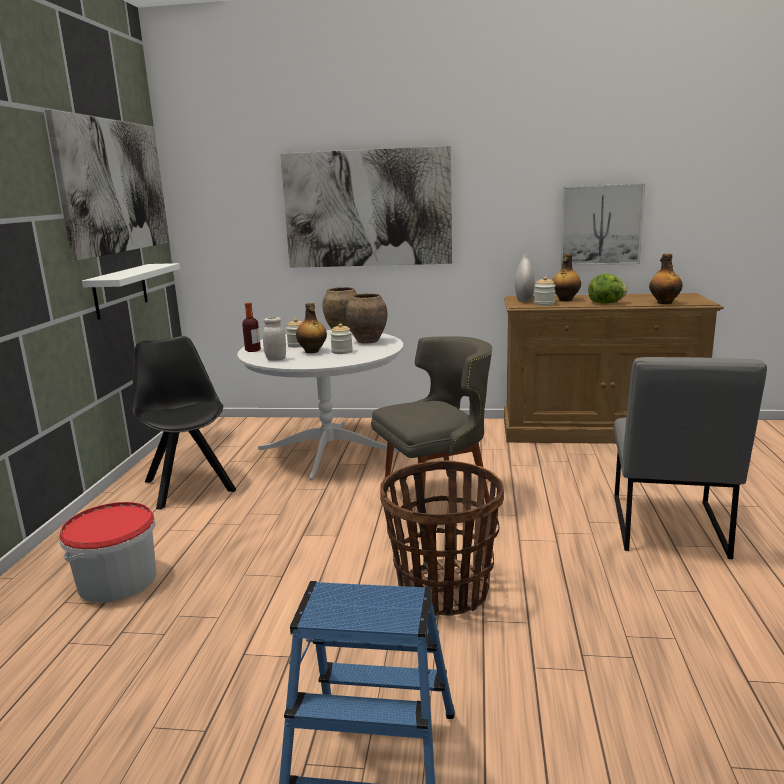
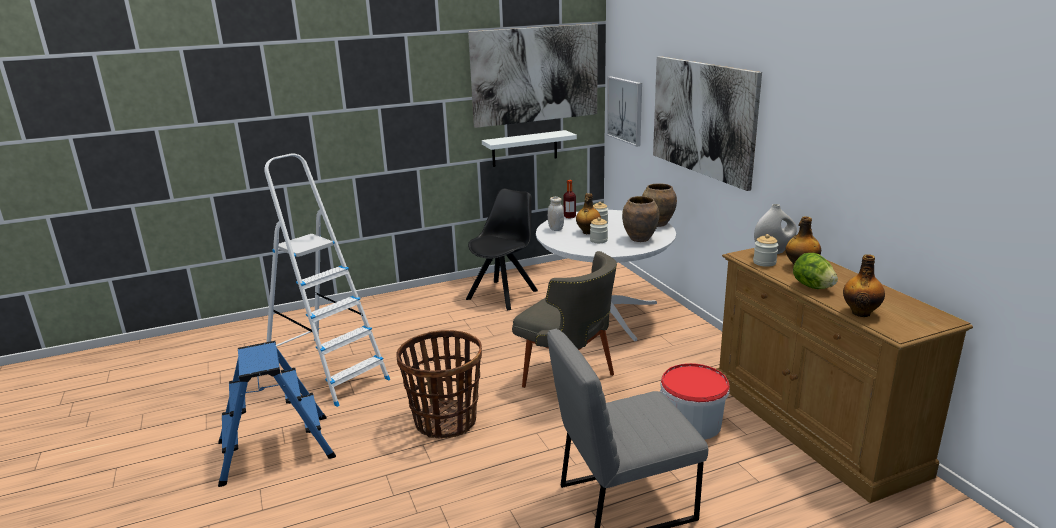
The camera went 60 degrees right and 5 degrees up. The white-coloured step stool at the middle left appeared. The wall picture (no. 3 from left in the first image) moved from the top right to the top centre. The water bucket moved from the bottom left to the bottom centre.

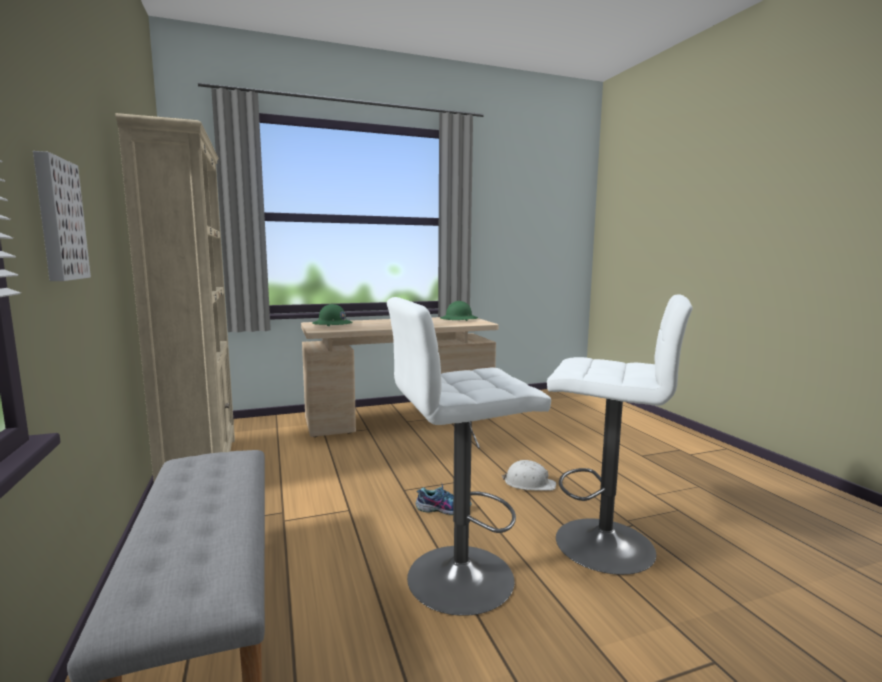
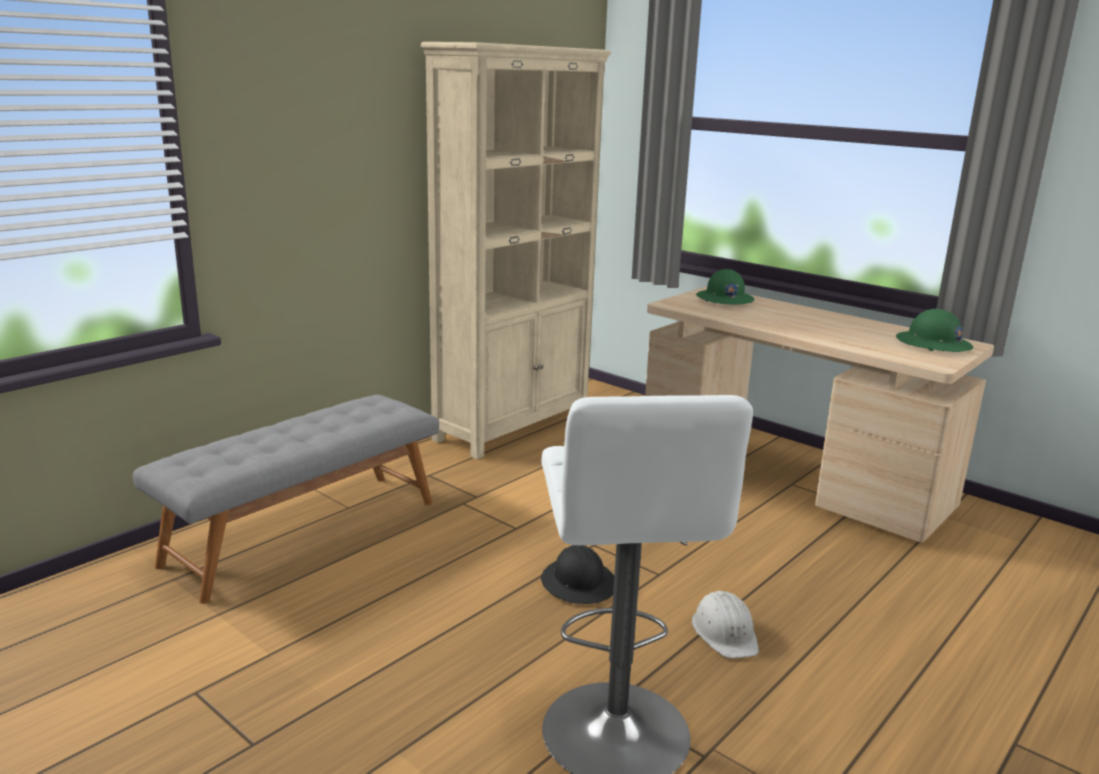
The camera went 60 degrees right and 10 degrees up. The item of footwear at the bottom centre was replaced by the blackish safety helmet at the bottom centre. The wall picture at the top left disappeared. The white-coloured stool seat (no. 1 from left) at the bottom centre disappeared.

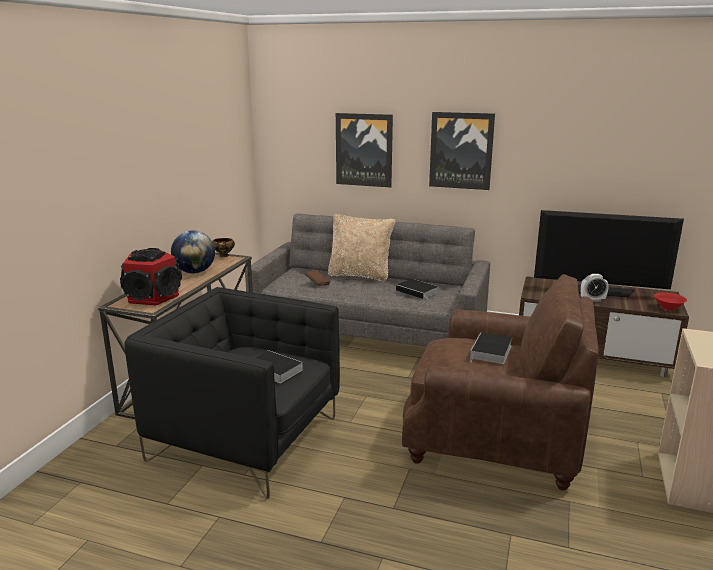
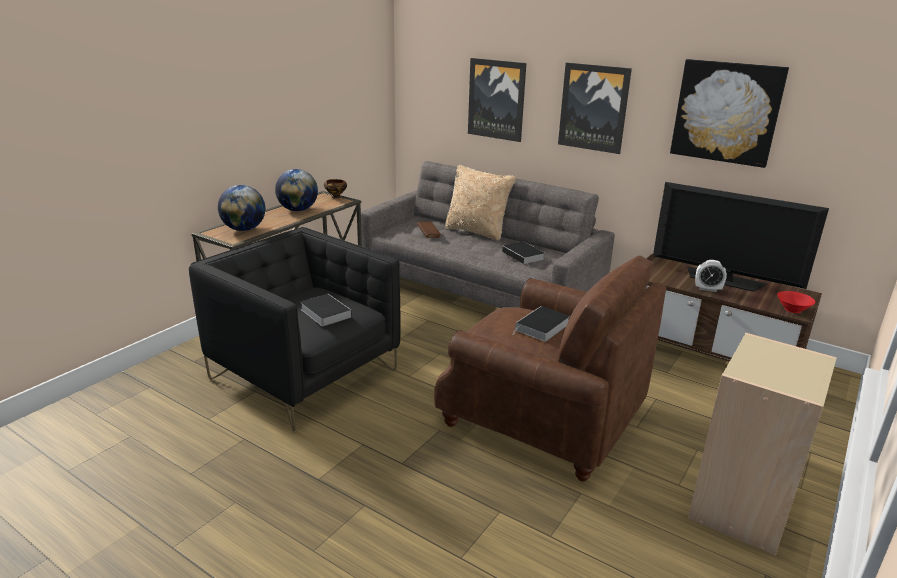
The camera went 15 degrees right and 5 degrees up. The audio speaker at the middle left was replaced by the globe (no. 1 from left) at the middle left. The wall picture (no. 3 from left) at the top right appeared.

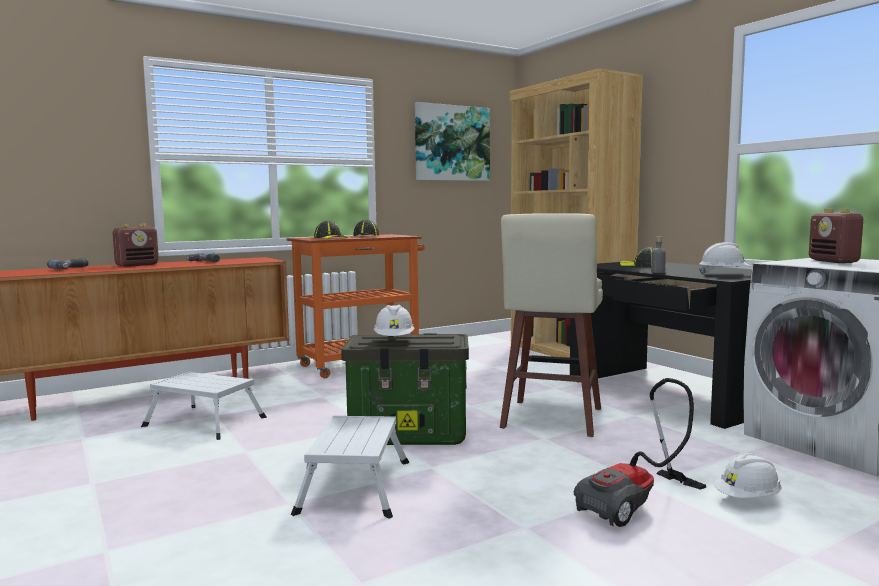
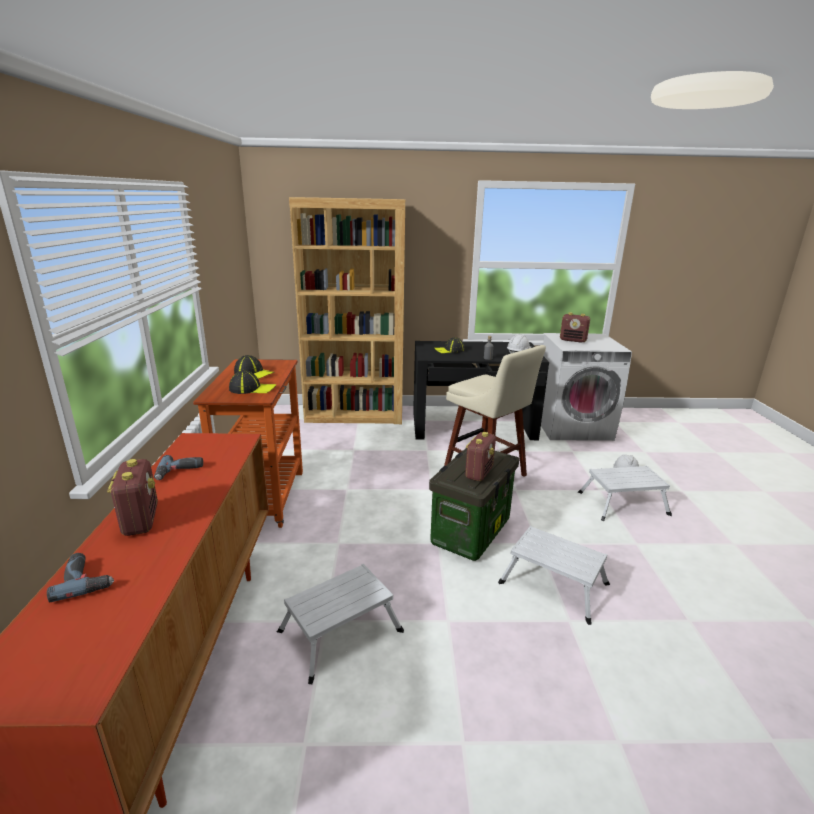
The camera went 60 degrees left and 15 degrees up. The white-coloured safety helmet (no. 1 from left) at the centre was replaced by the radio (no. 2 from left) at the centre. The hoover at the bottom right was replaced by the white-coloured step stool (no. 3 from left) at the middle right. The wall picture at the top centre disappeared.

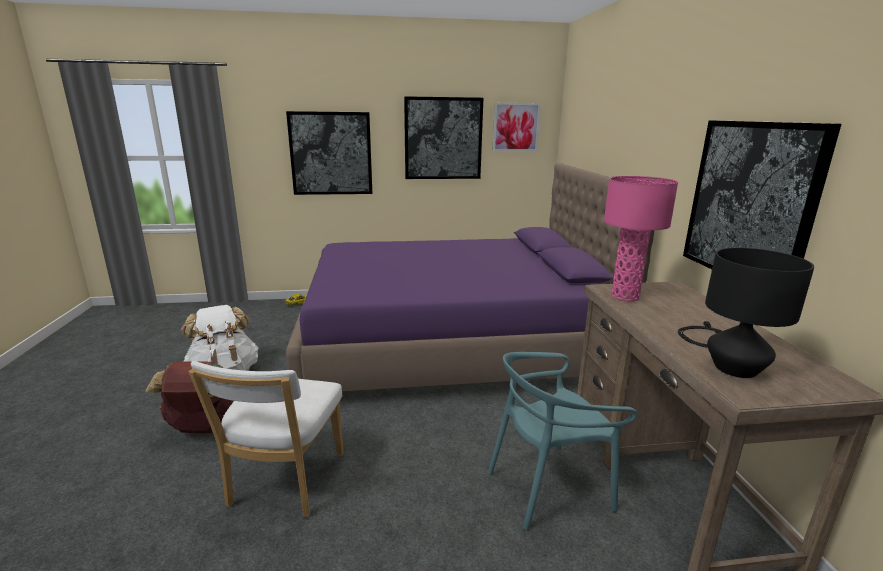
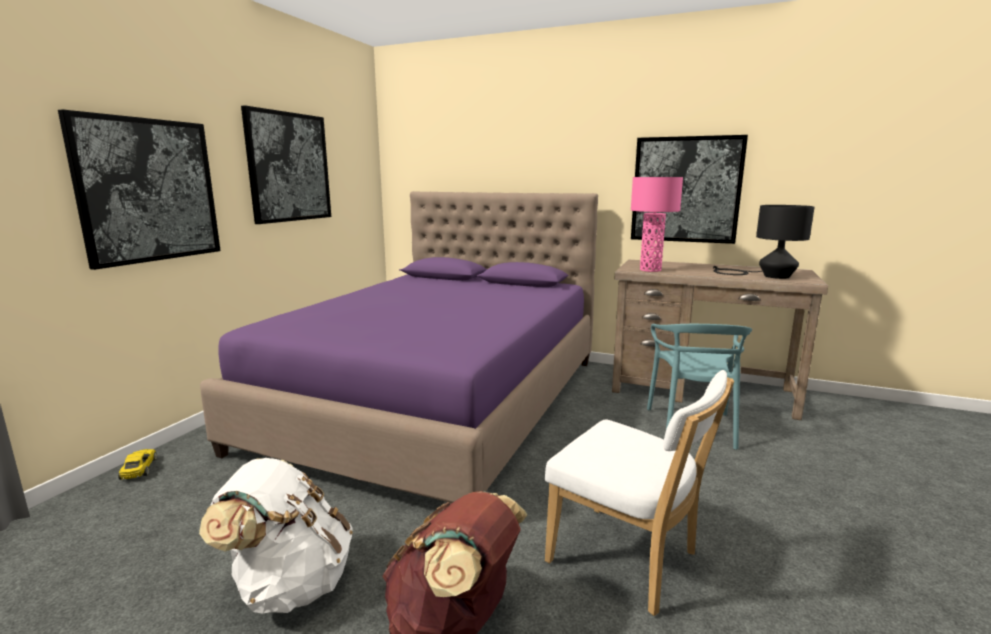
The camera went 60 degrees left and 5 degrees down. The wall picture (no. 3 from left) at the top centre disappeared.

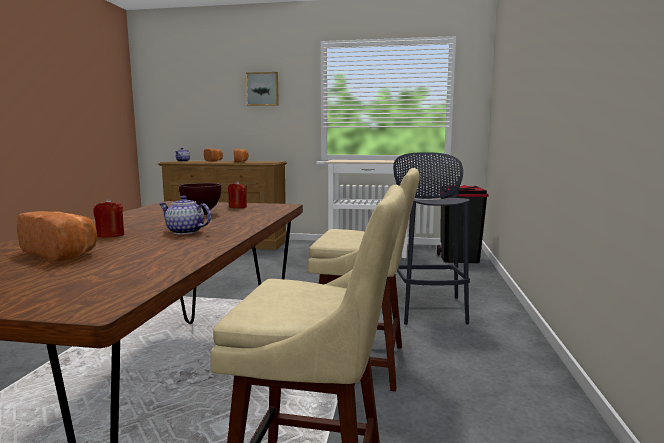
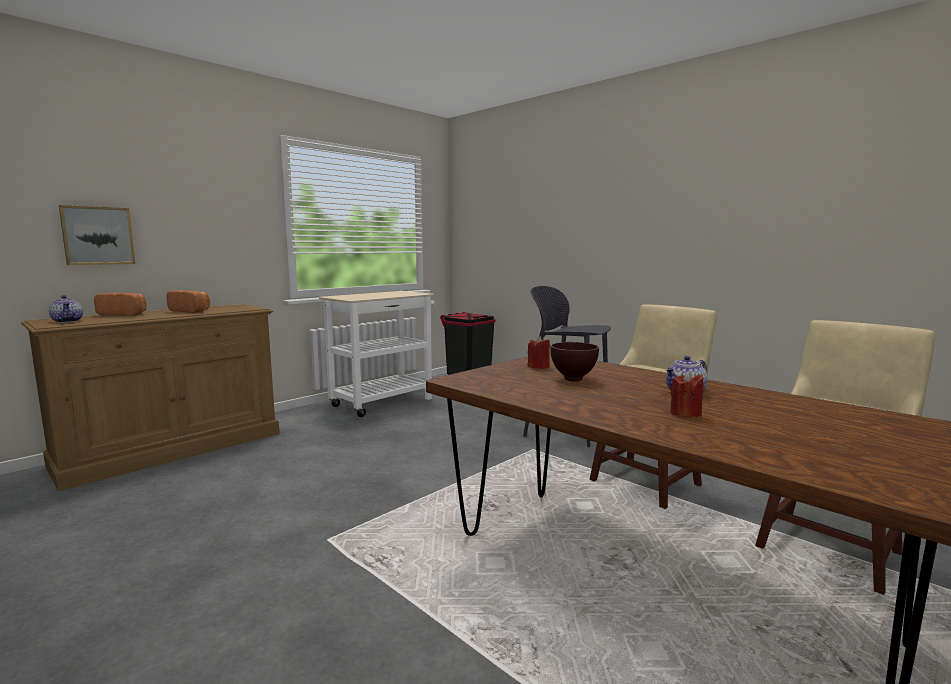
The camera went 55 degrees left and 0 degrees up. The wall picture moved from the top centre to the middle left. The bread (no. 1 from left) at the middle left disappeared.

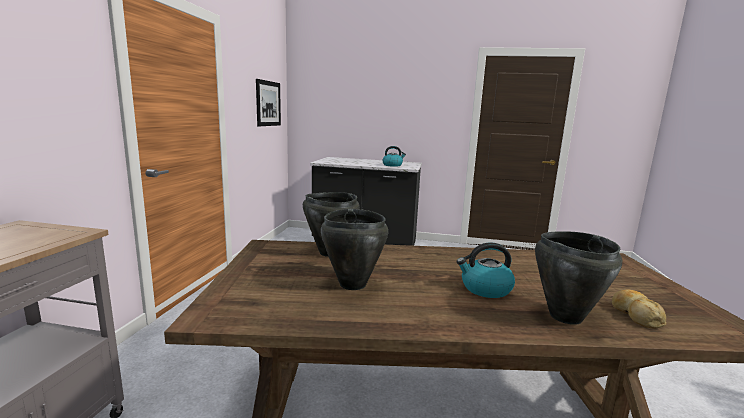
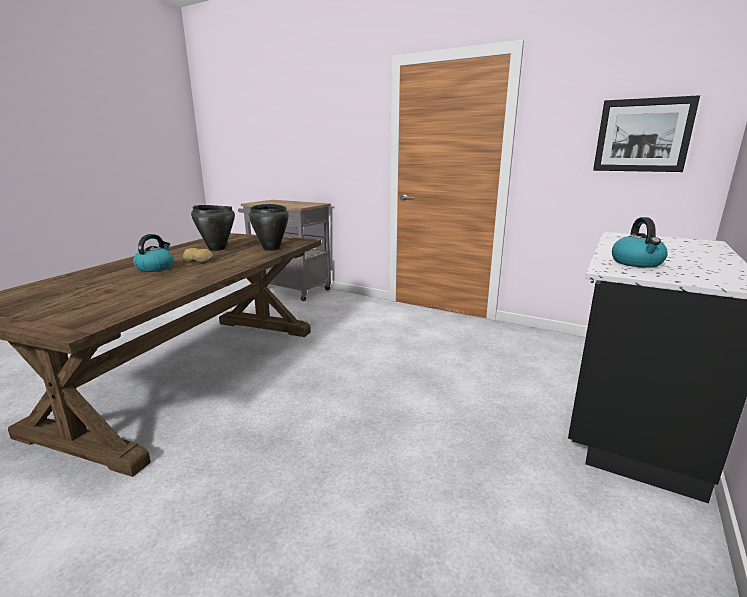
The camera went 110 degrees right and 5 degrees up. The bread moved from the bottom right to the middle left. The blackish cooking pot (no. 3 from left) at the middle right disappeared.

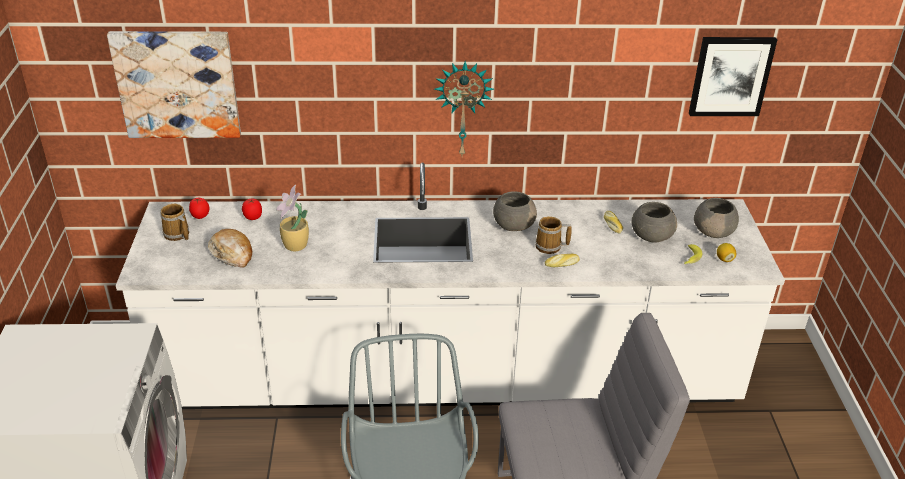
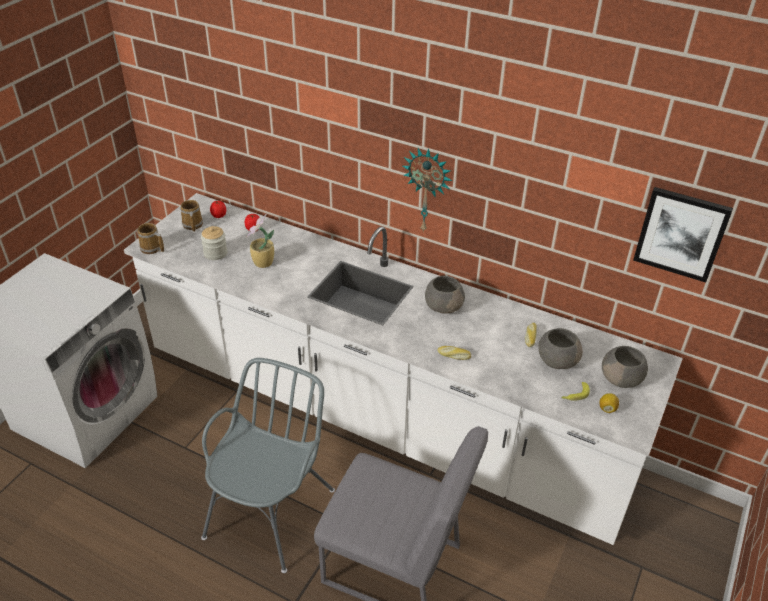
The camera went 30 degrees right and 5 degrees up. The tea mug (no. 2 from left in the first image) moved from the centre to the middle left. The bread (no. 1 from left) at the middle left was replaced by the preserve jar at the middle left. The wall picture (no. 1 from left) at the top left disappeared.

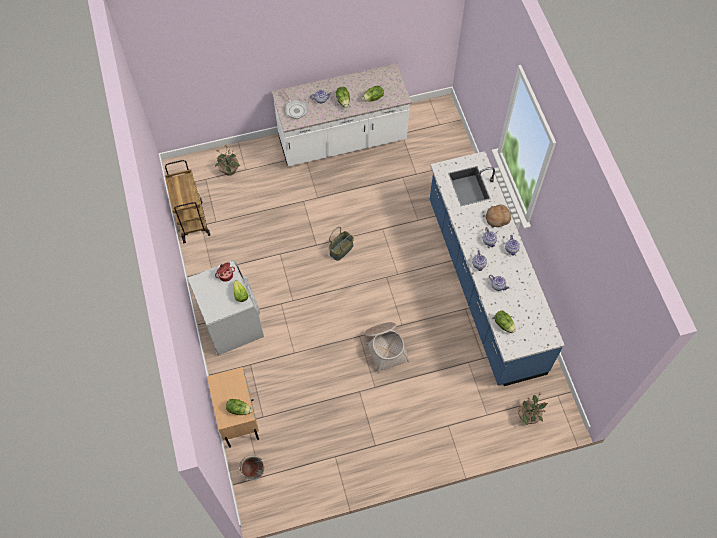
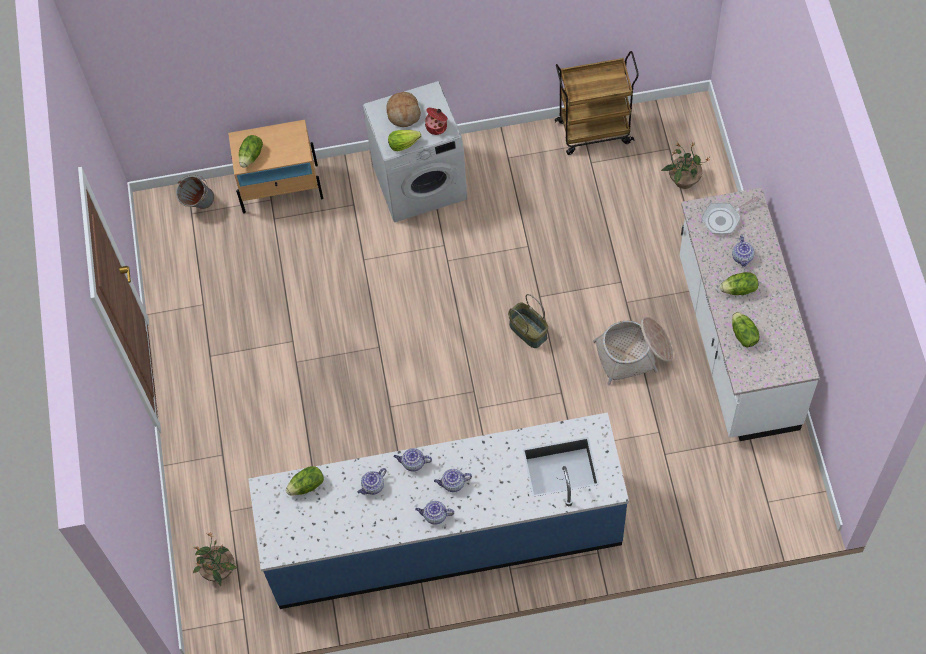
The camera went 100 degrees right and 0 degrees up. The bread moved from the middle right to the top centre. The household basket (no. 2 from left) moved from the centre to the middle right.

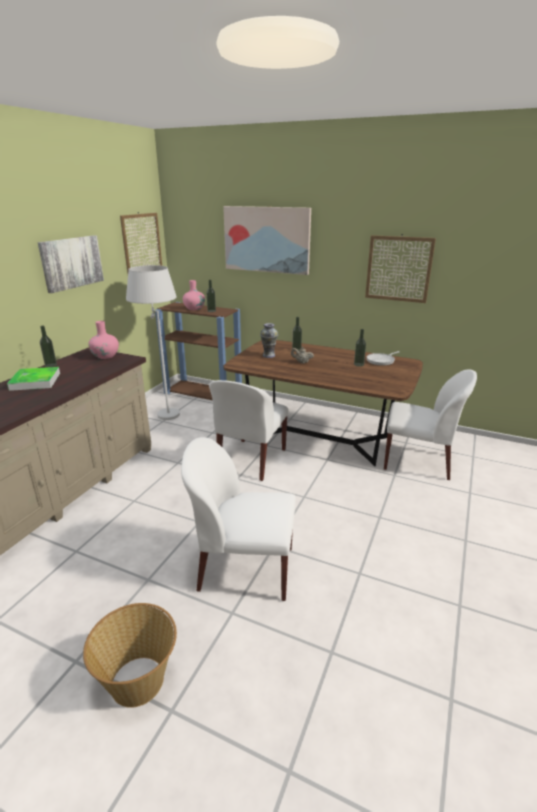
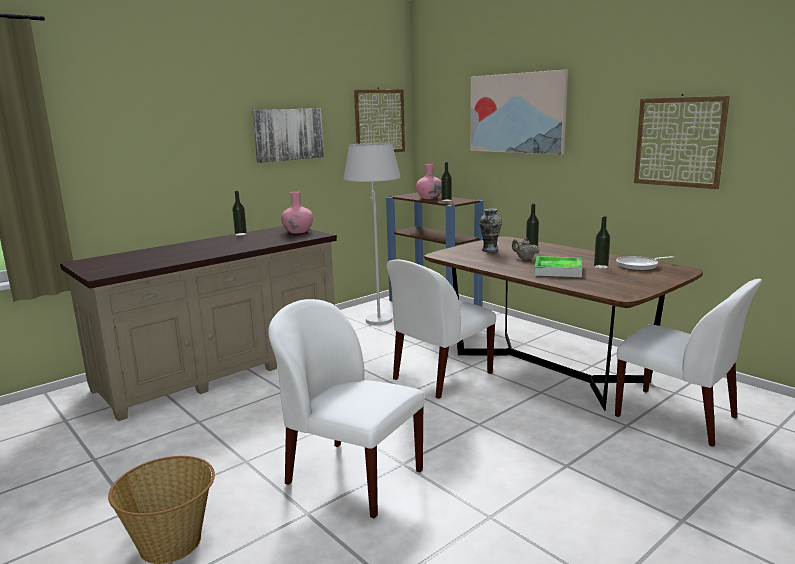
The camera went 25 degrees right and 10 degrees down. The tray moved from the middle left to the middle right.

